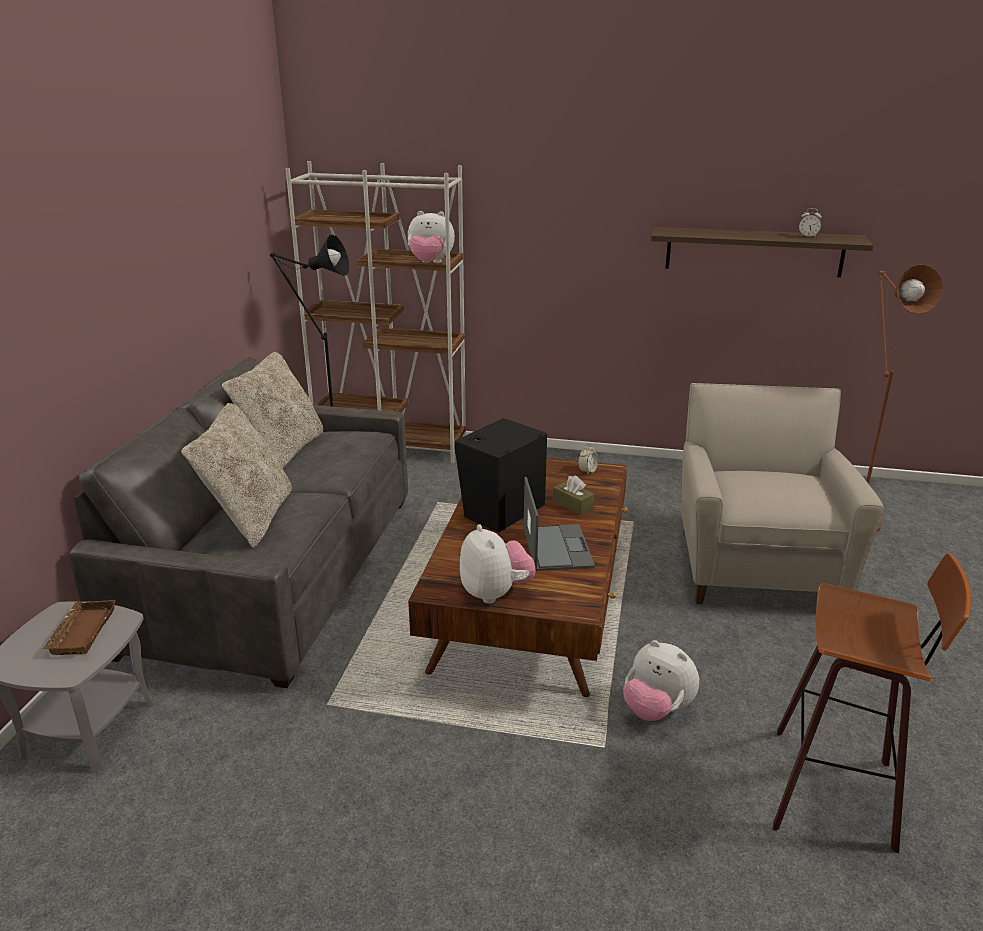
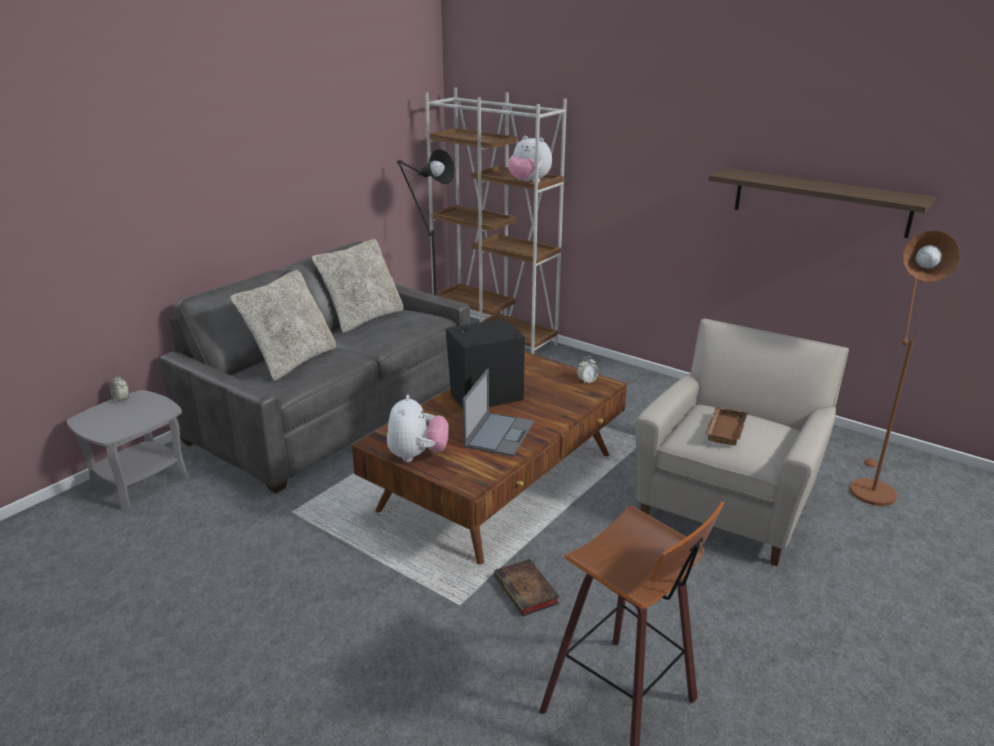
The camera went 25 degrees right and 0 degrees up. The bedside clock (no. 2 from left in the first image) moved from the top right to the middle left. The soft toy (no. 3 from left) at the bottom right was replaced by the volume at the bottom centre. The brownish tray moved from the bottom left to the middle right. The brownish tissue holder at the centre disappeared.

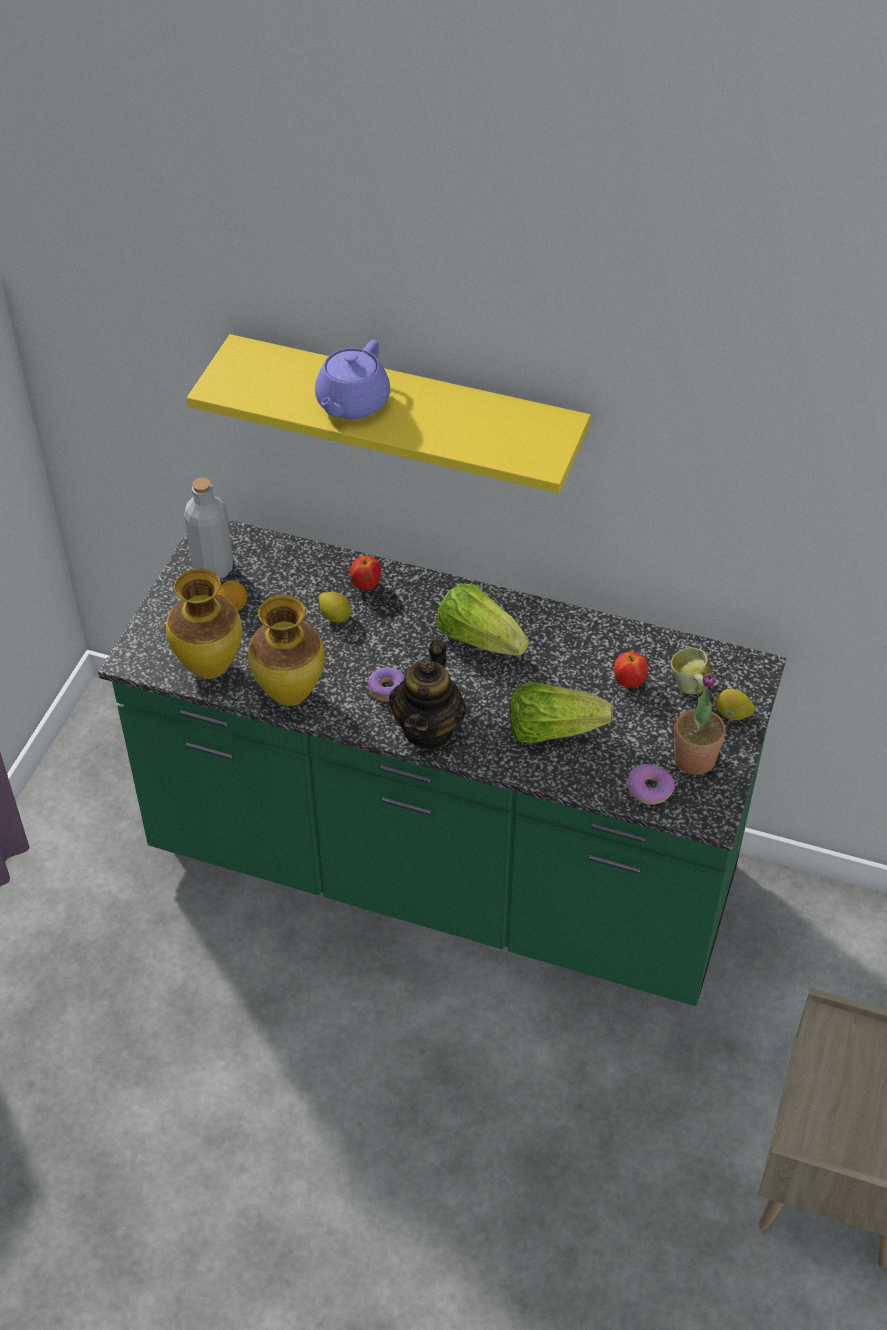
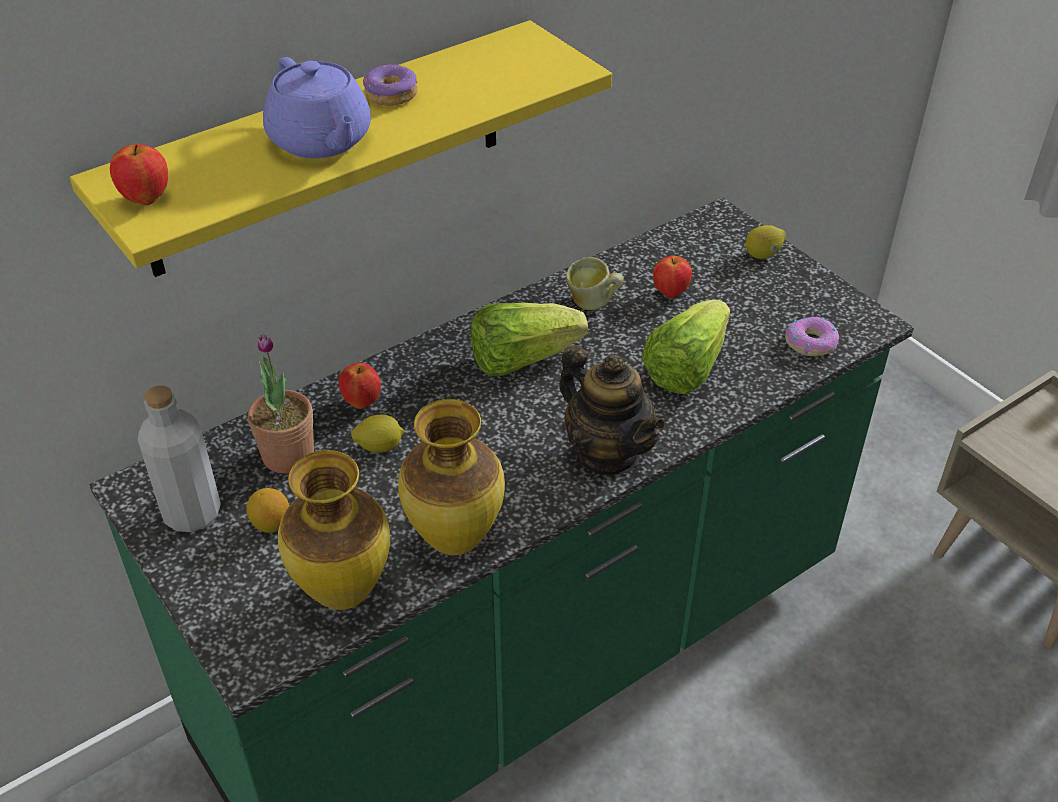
The camera went 55 degrees left and 5 degrees down. The apple (no. 1 from left) at the top left appeared. The houseplant moved from the middle right to the middle left. The ring doughnut (no. 1 from left) moved from the centre to the top centre. The tea mug moved from the middle right to the centre.

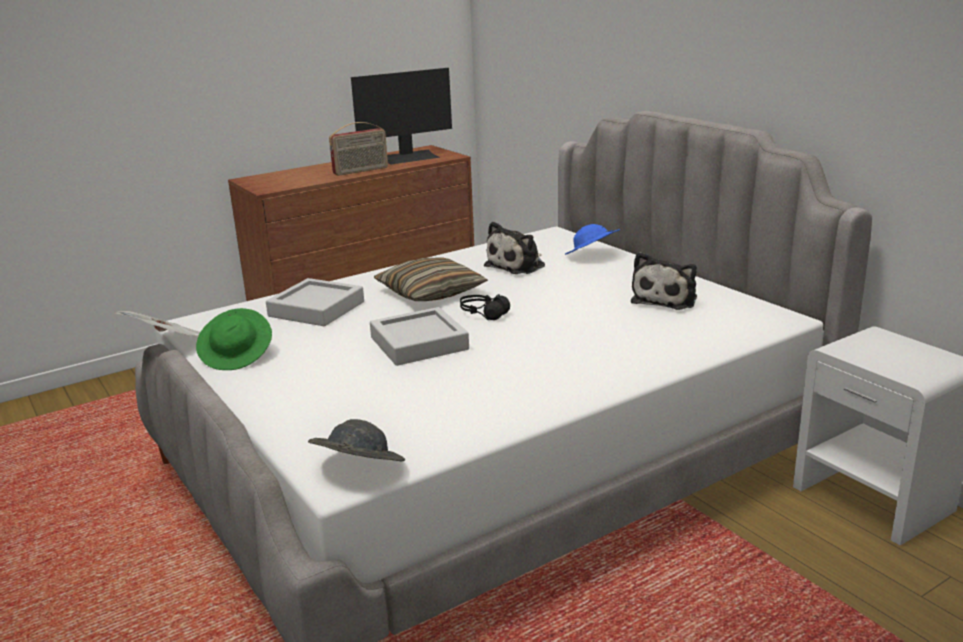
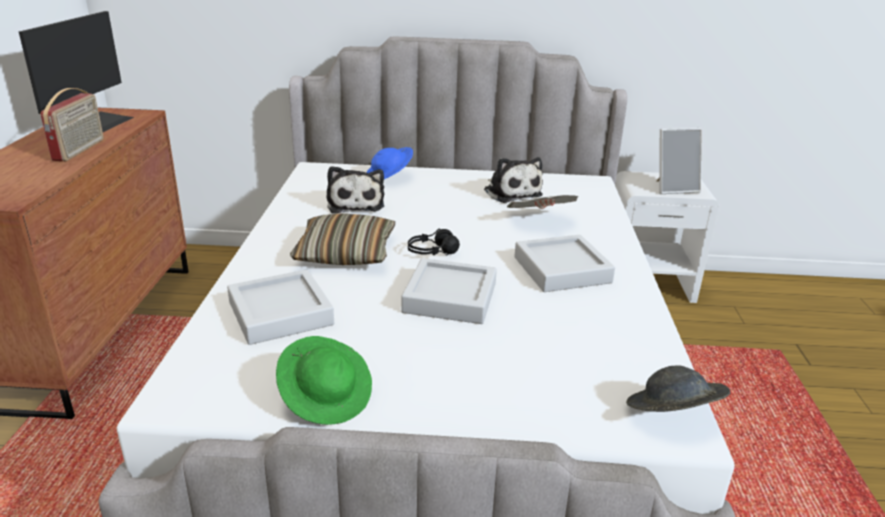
The camera went 55 degrees left and 5 degrees up. The printed paper moved from the middle left to the centre. The grey tray (no. 3 from left) at the centre appeared. The picture frame at the top right appeared.

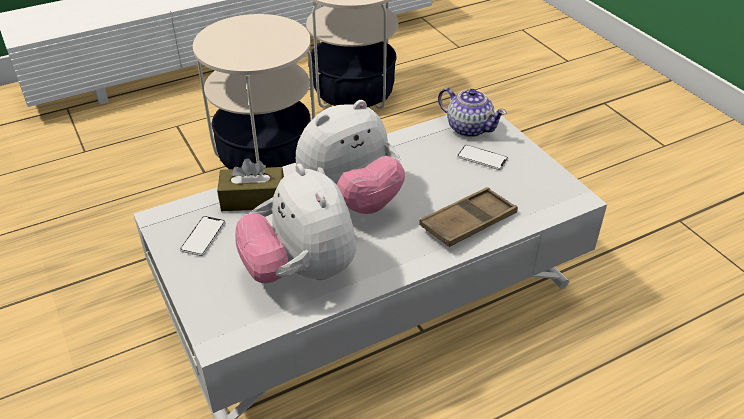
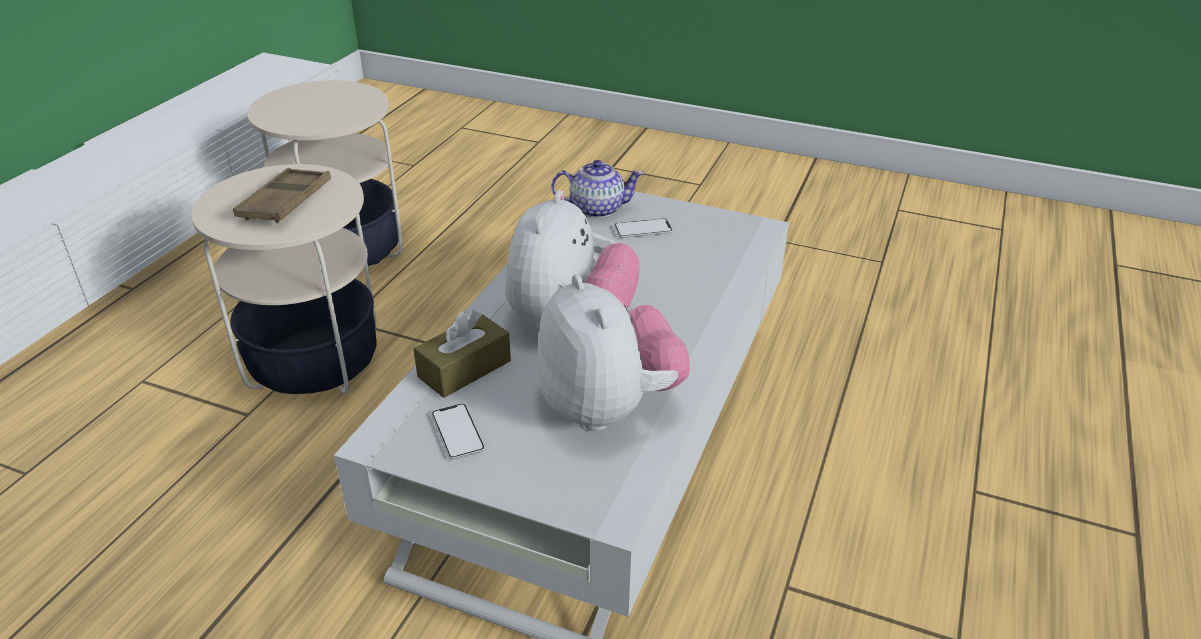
The camera went 40 degrees left and 5 degrees down. The brownish tray moved from the centre to the top left. The soft toy (no. 1 from left in the first image) at the centre turned 135 degrees counterclockwise.

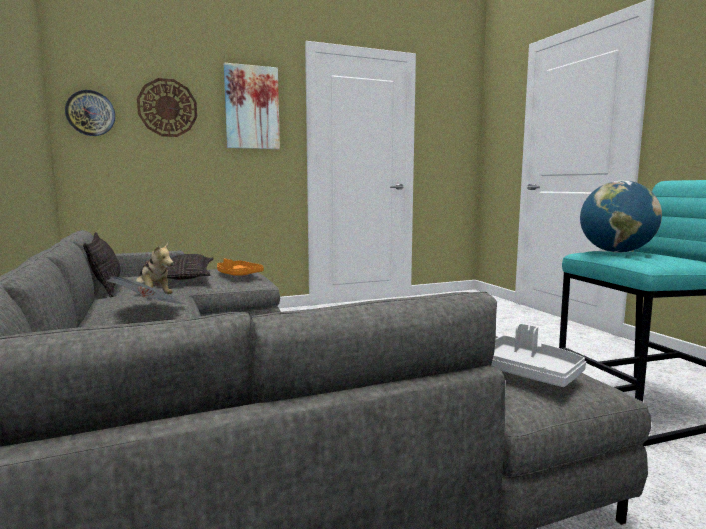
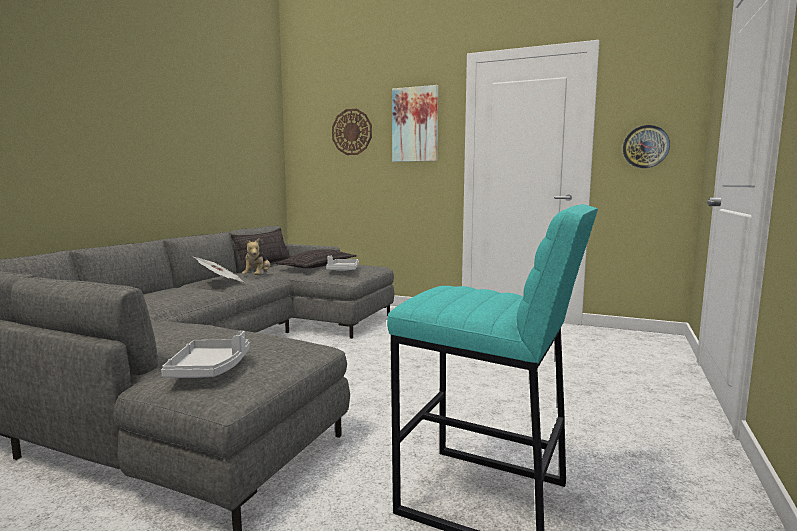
The camera went 45 degrees right and 0 degrees up. The orange-coloured tray at the centre became the grey tray (no. 2 from left) at the centre. The clock on the wall (no. 1 from left in the first image) moved from the top left to the top right. The globe at the middle right disappeared.

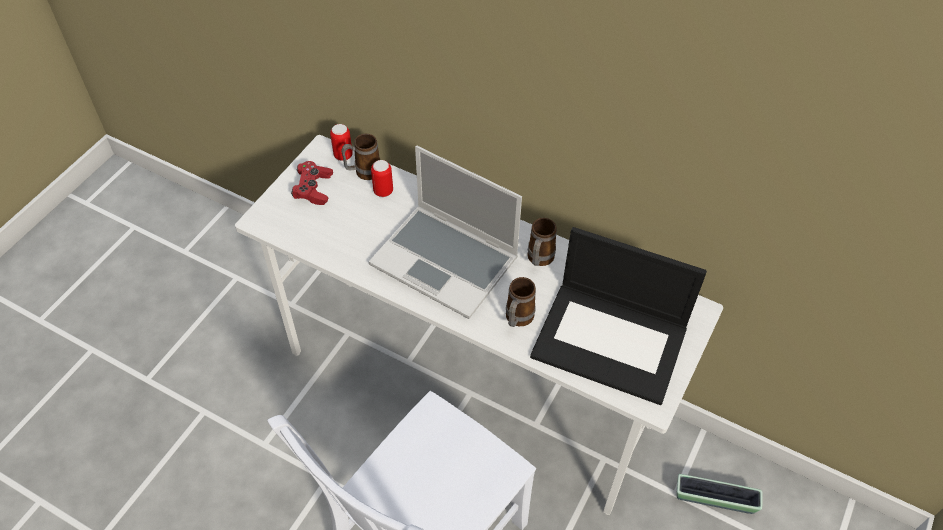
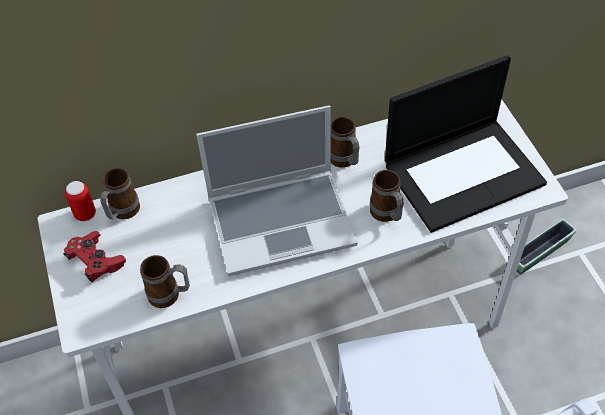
The camera went 45 degrees left and 0 degrees up. The tea mug (no. 2 from left) at the bottom left appeared. The sealed can (no. 2 from left) at the centre disappeared.

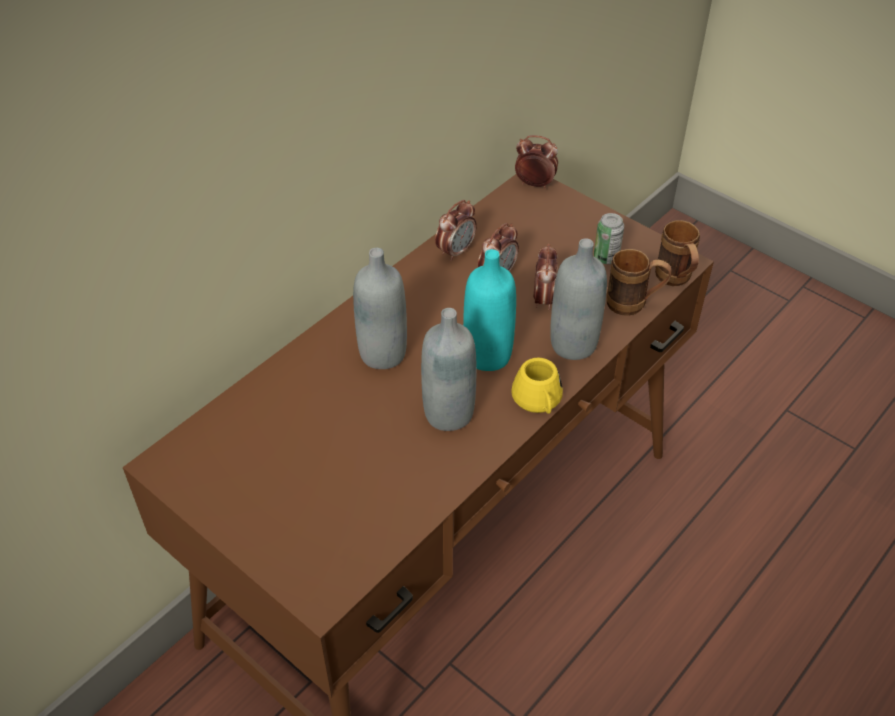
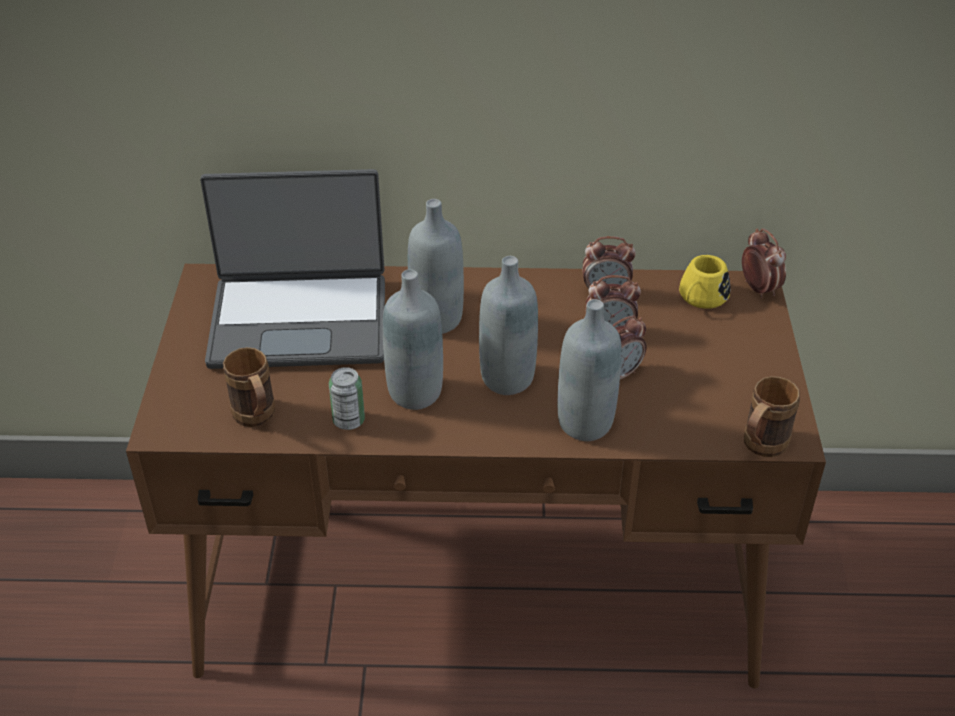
The camera went 50 degrees right and 5 degrees down. The notebook computer at the middle left appeared. The brownish tea mug (no. 1 from left) moved from the middle right to the middle left. The sealed can moved from the top right to the centre. The turquoise-coloured drink bottle at the centre became the grey drink bottle (no. 3 from left) at the centre. The yellow-coloured tea mug moved from the centre to the middle right.

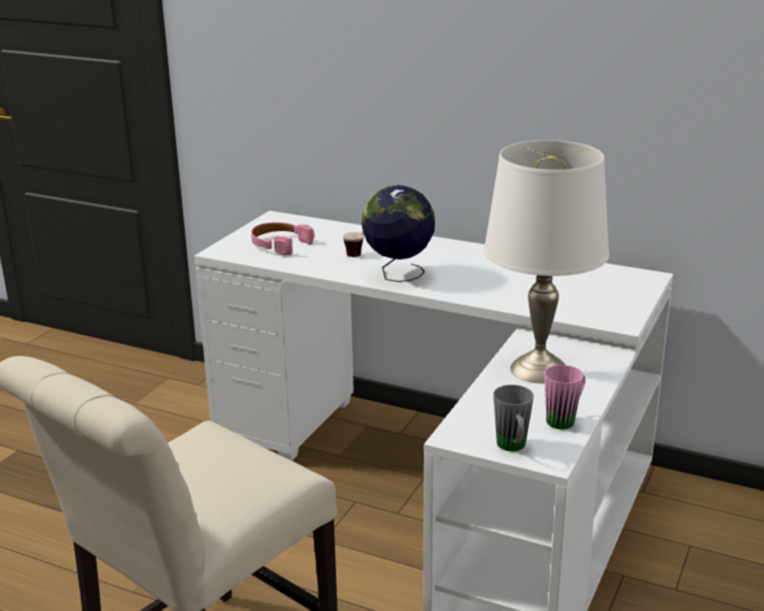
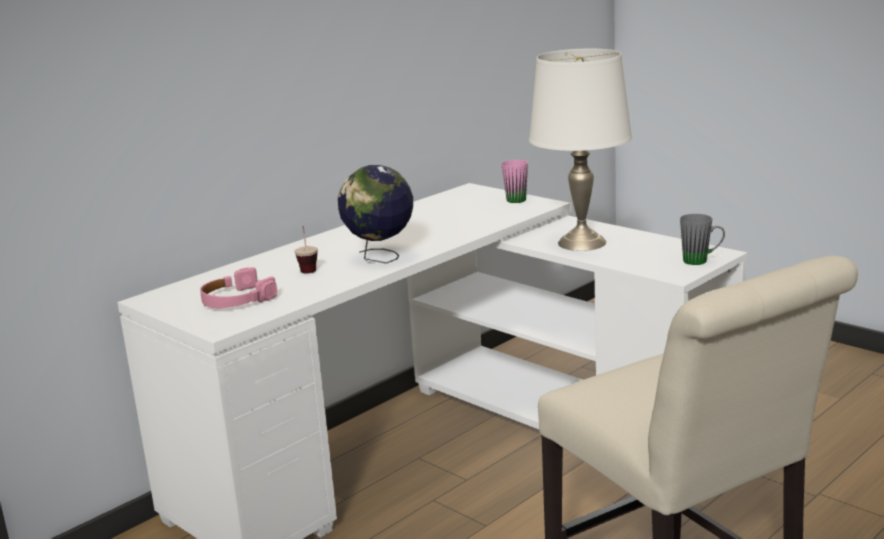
The camera went 70 degrees left and 5 degrees down. The pink tea mug moved from the middle right to the centre.

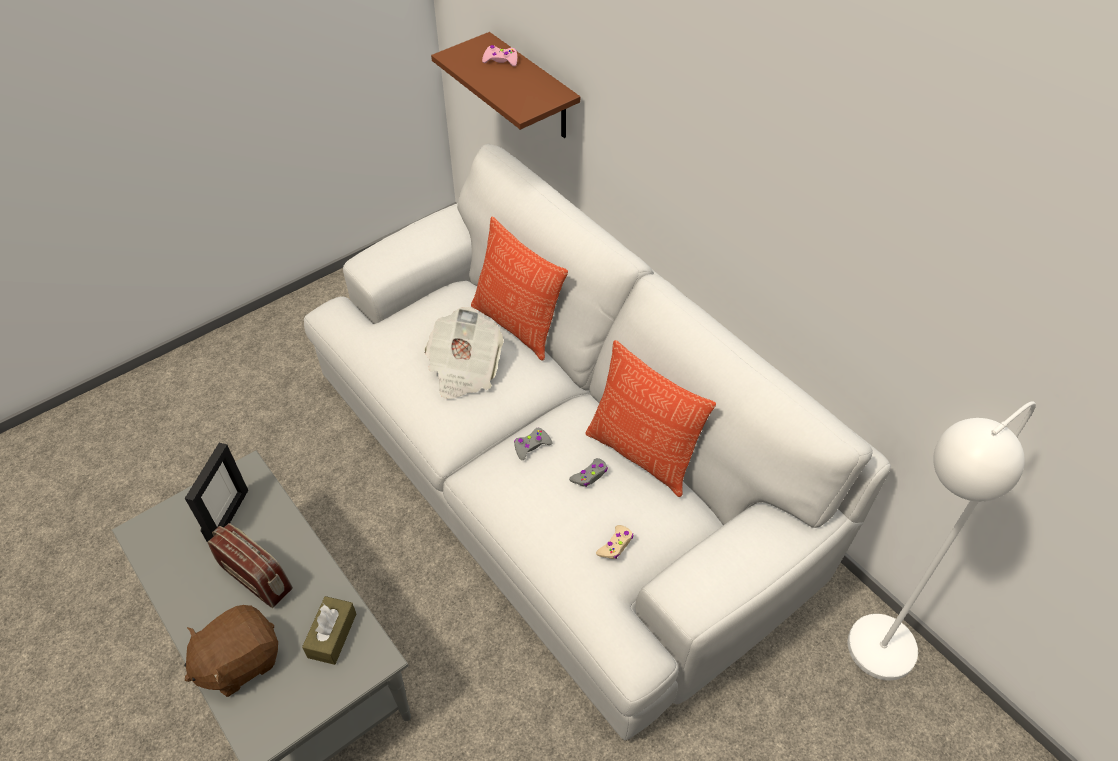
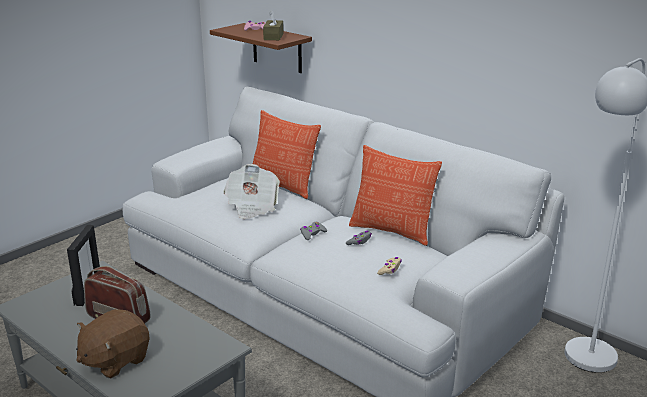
The camera went 10 degrees left and 25 degrees down. The brownish tissue holder moved from the bottom left to the top centre.

